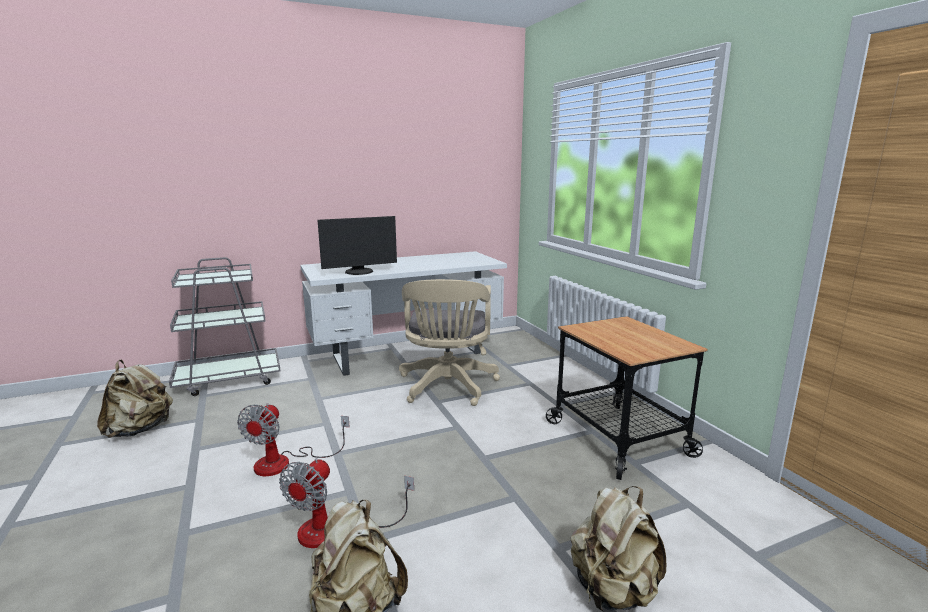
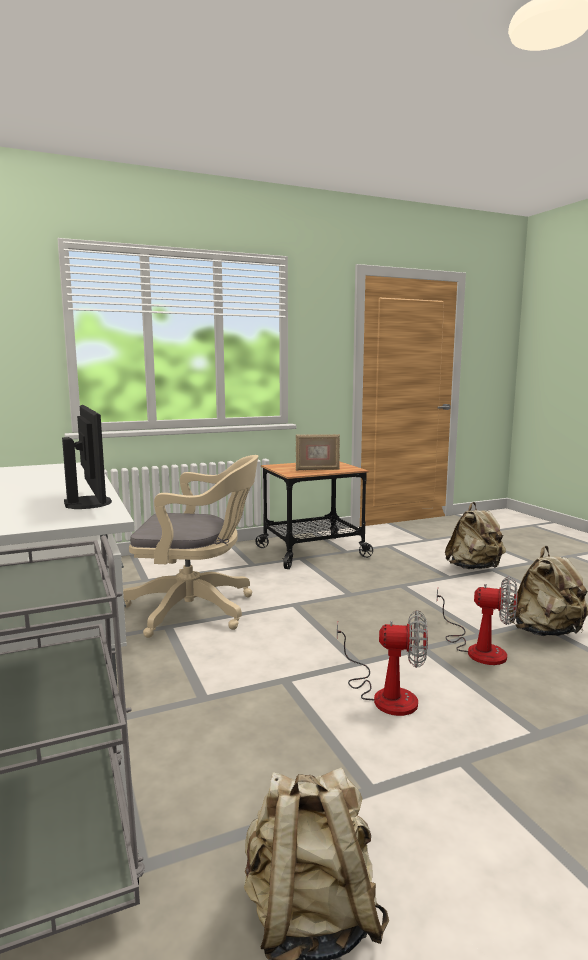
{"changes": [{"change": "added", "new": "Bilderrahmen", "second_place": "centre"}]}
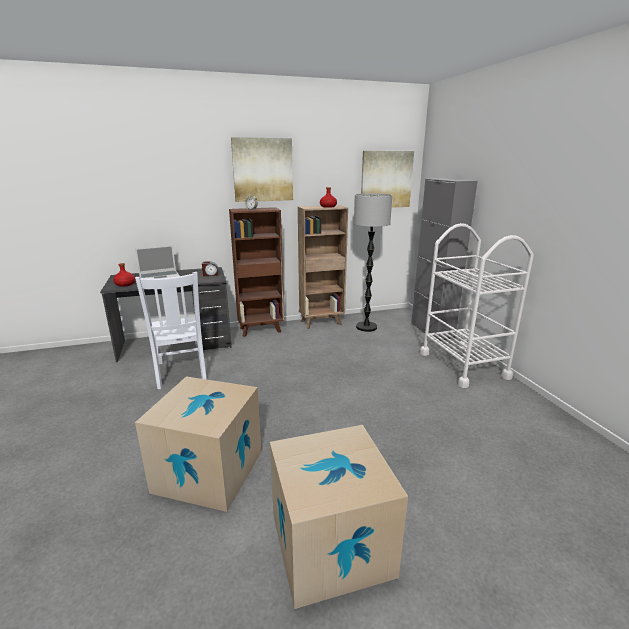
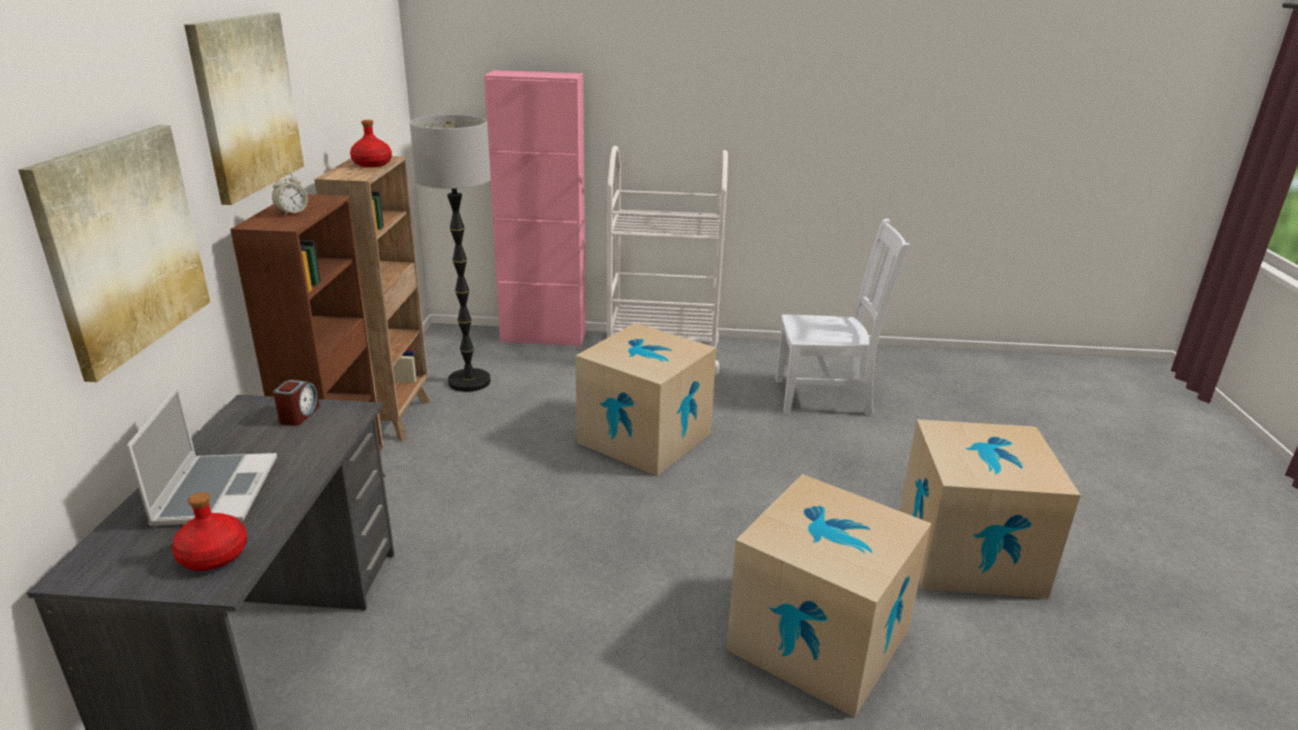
{"changes": [{"change": "moved", "old": "Bild (2nd from left in the first image)", "new": "Bild (1st from left)", "first_place": "top centre", "second_place": "middle left"}, {"change": "recoloured", "old": "Schrank (grau)", "new": "Schrank (rosa)", "first_place": "middle right", "second_place": "top centre"}, {"change": "moved", "old": "Stuhl (weiß)", "first_place": "middle left", "second_place": "centre"}, {"change": "added", "new": "Karton (1st from left)", "second_place": "centre"}]}
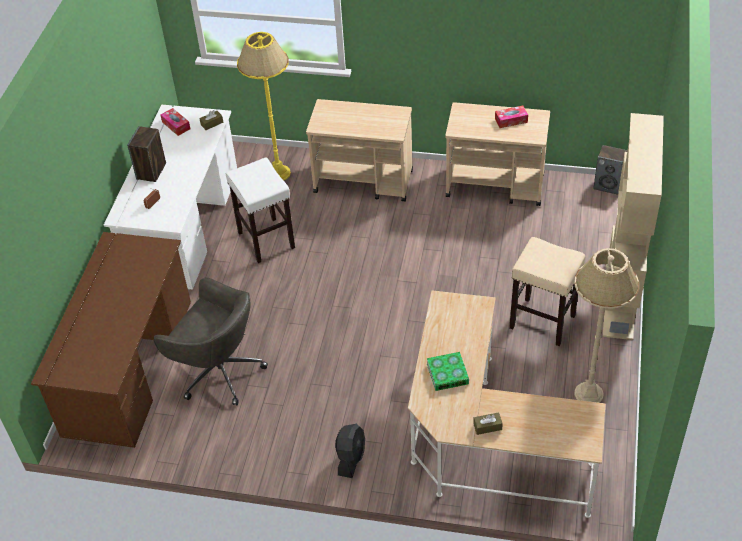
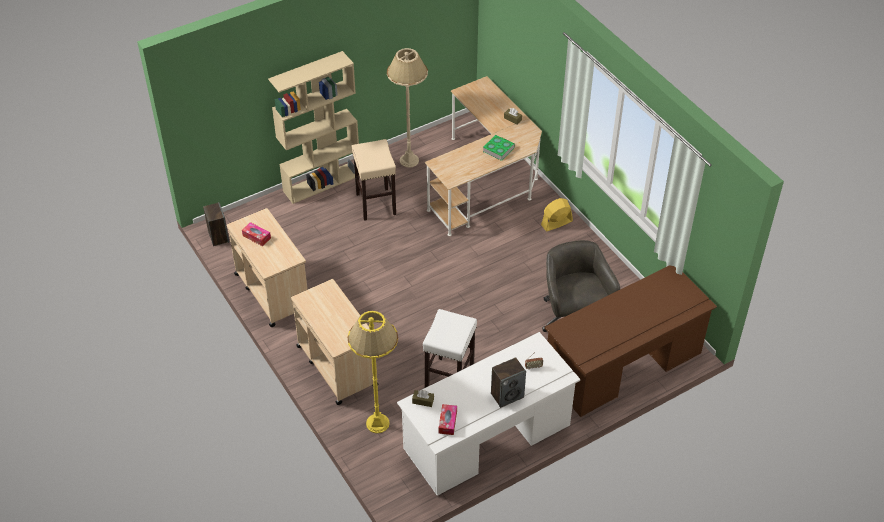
{"changes": [{"change": "recoloured", "old": "Ventilator (schwarz)", "new": "Ventilator (gelb)", "first_place": "bottom centre", "second_place": "centre"}]}
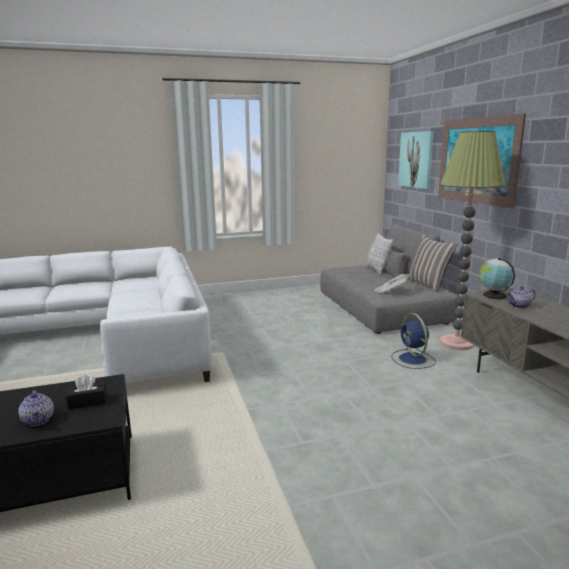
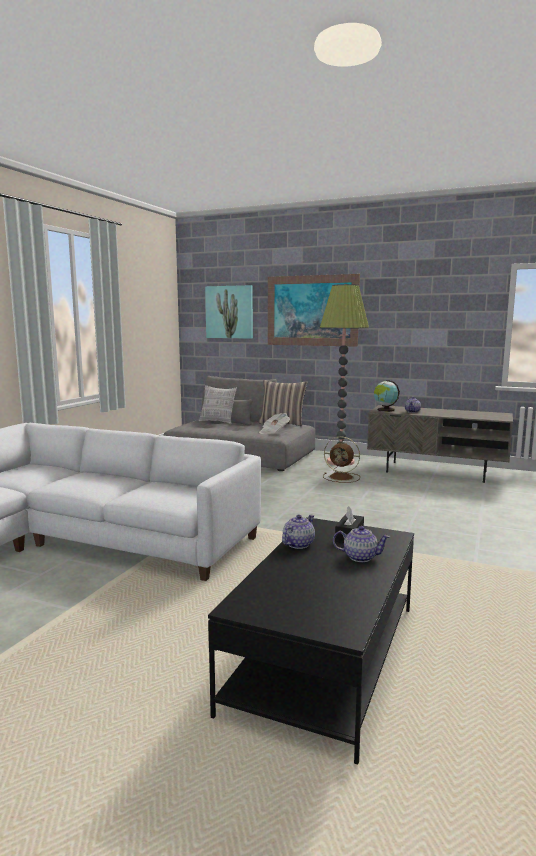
{"changes": [{"change": "recoloured", "old": "Ventilator (blau)", "new": "Ventilator (braun)", "first_place": "middle right", "second_place": "centre"}, {"change": "added", "new": "Teekanne (1st from left)", "second_place": "centre"}]}
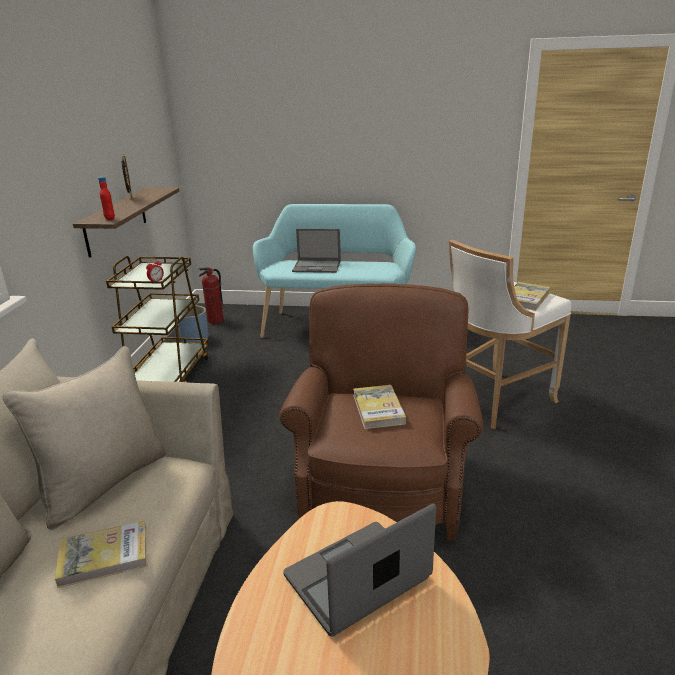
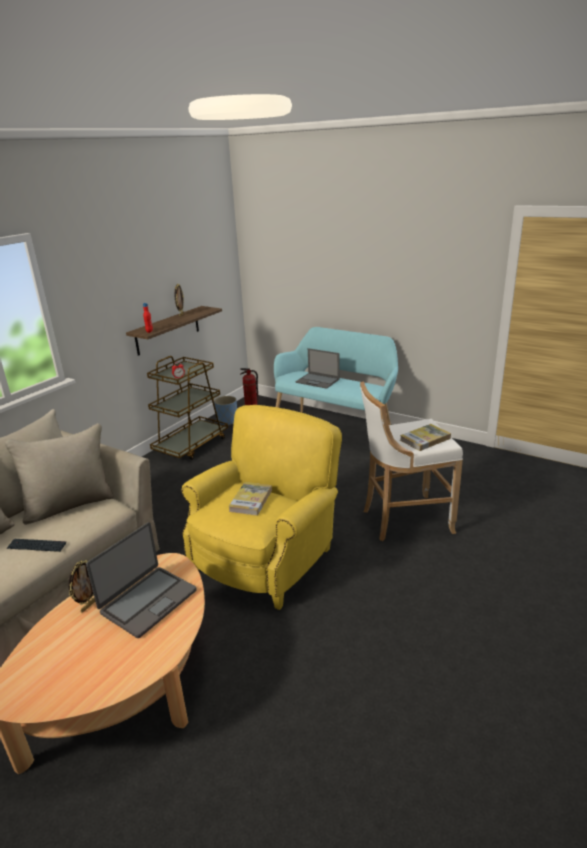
{"changes": [{"change": "recoloured", "old": "Sessel (braun)", "new": "Sessel (gelb)", "first_place": "centre", "second_place": "centre"}, {"change": "turned", "old": "Laptop (2nd from left in the first image)", "first_place": "bottom centre", "second_place": "bottom left", "degrees": 135}, {"change": "replaced", "old": "Buch (1st from left)", "new": "Tastatur", "first_place": "bottom left", "second_place": "middle left"}, {"change": "added", "new": "Bilderrahmen (1st from left)", "second_place": "bottom left"}]}
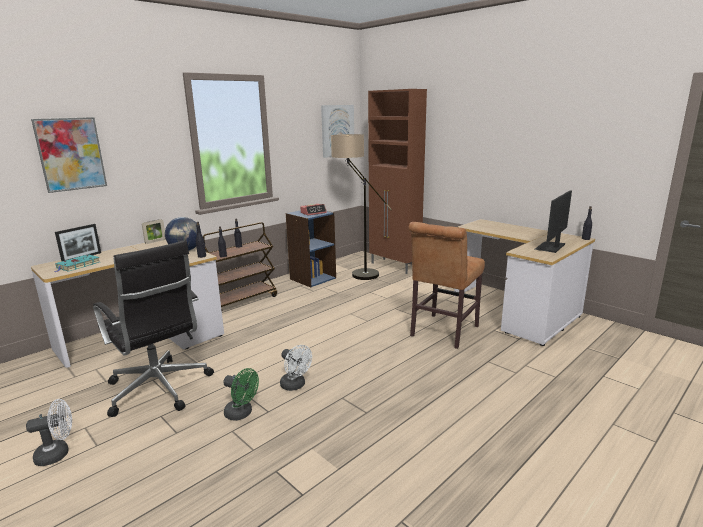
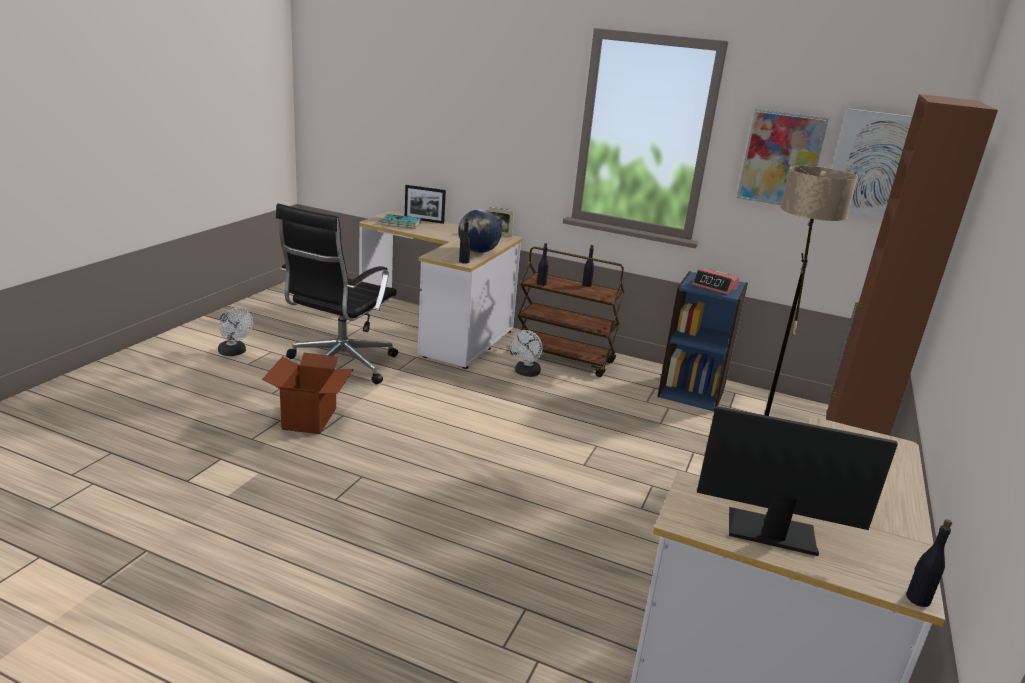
{"changes": [{"change": "moved", "old": "Bild (1st from left)", "first_place": "top left", "second_place": "top right"}, {"change": "removed", "old": "Stuhl (braun)", "first_place": "centre"}, {"change": "moved", "old": "Ventilator (weiß) (2nd from left)", "first_place": "bottom centre", "second_place": "centre"}, {"change": "replaced", "old": "Ventilator (grün)", "new": "Karton", "first_place": "bottom centre", "second_place": "middle left"}]}
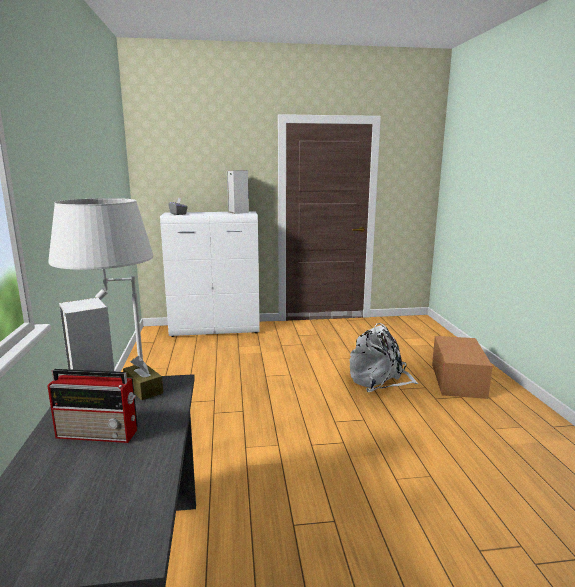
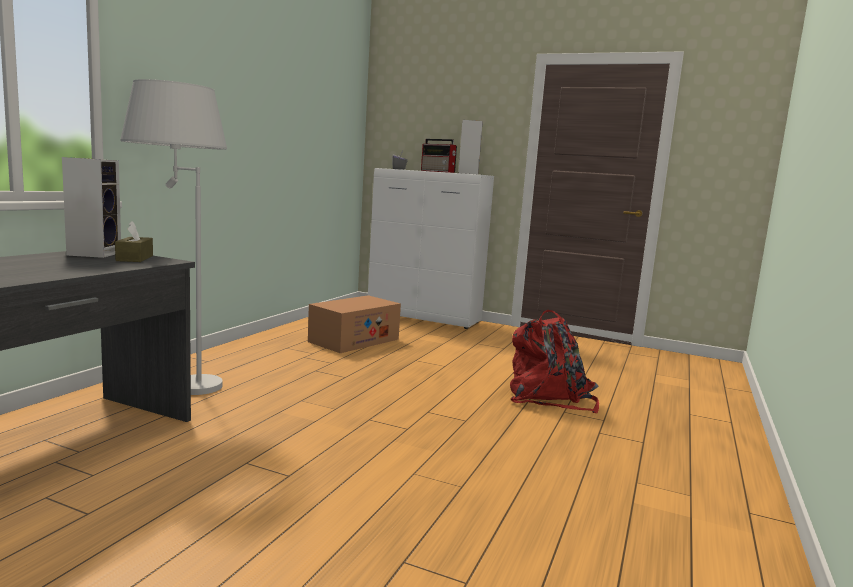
{"changes": [{"change": "recoloured", "old": "Rucksack (weiß)", "new": "Rucksack (rot)", "first_place": "middle right", "second_place": "centre"}, {"change": "moved", "old": "Karton", "first_place": "middle right", "second_place": "centre"}, {"change": "moved", "old": "Radio", "first_place": "bottom left", "second_place": "top centre"}]}
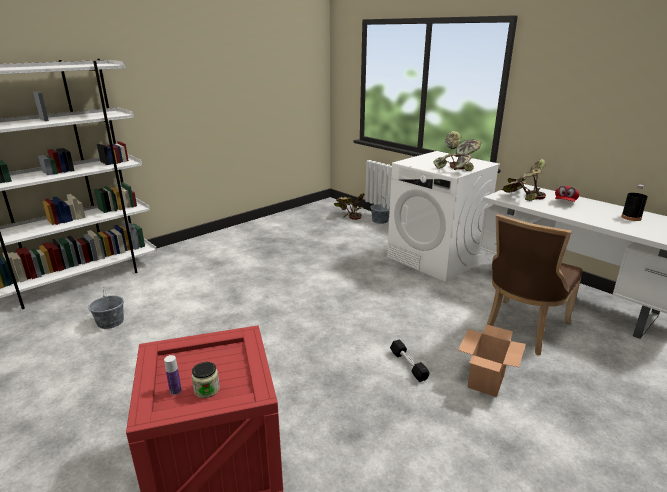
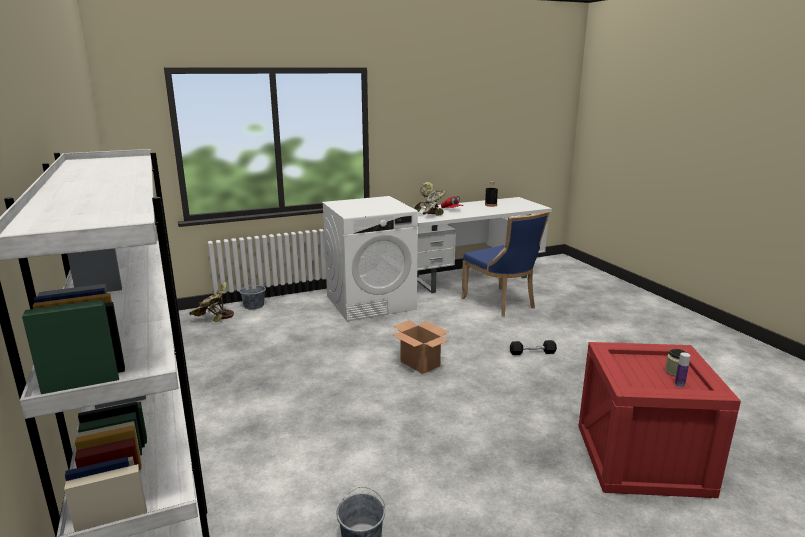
{"changes": [{"change": "removed", "old": "Topfpflanze (2nd from left)", "first_place": "top right"}, {"change": "recoloured", "old": "Stuhl (braun)", "new": "Stuhl (blau)", "first_place": "middle right", "second_place": "centre"}, {"change": "moved", "old": "Karton", "first_place": "bottom right", "second_place": "centre"}]}
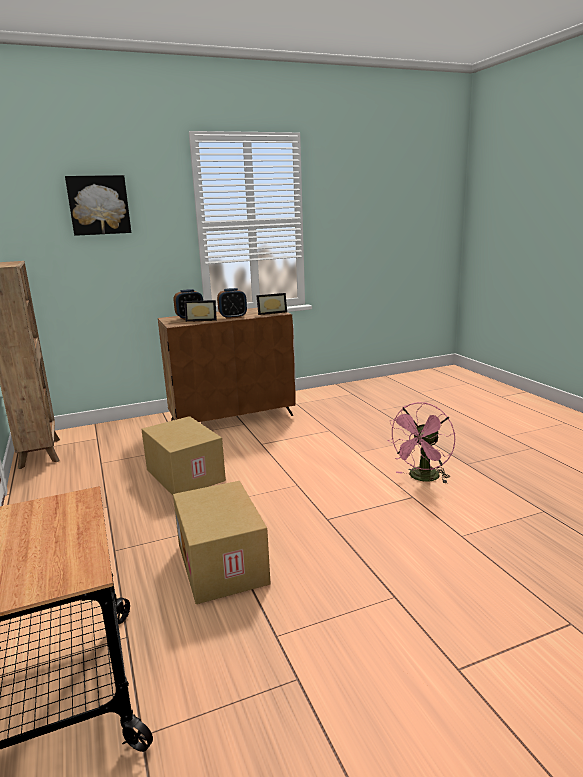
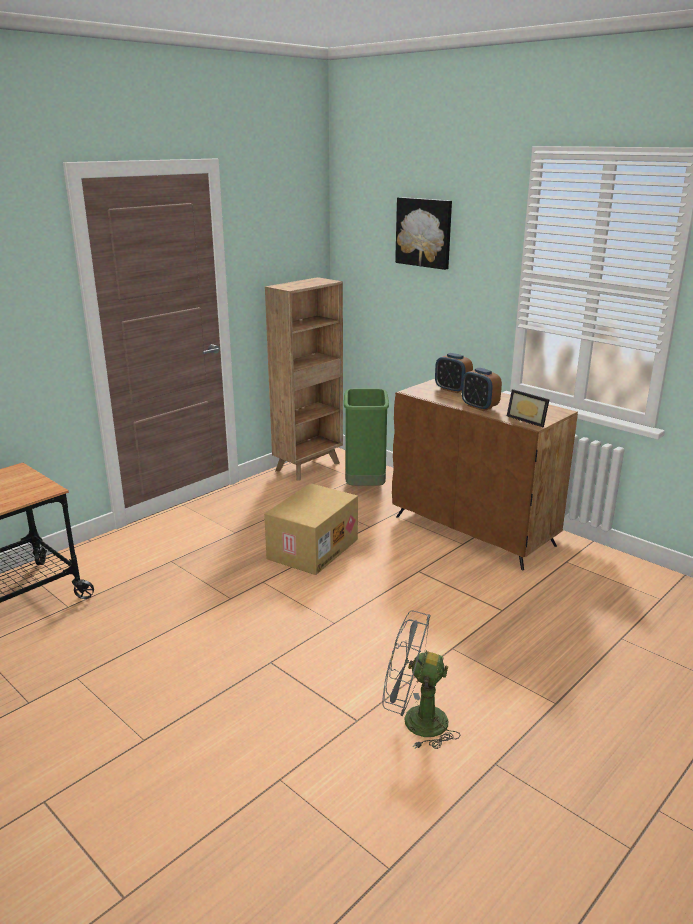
{"changes": [{"change": "removed", "old": "Bilderrahmen (1st from left)", "first_place": "centre"}, {"change": "recoloured", "old": "Ventilator (rosa)", "new": "Ventilator (grau)", "first_place": "middle right", "second_place": "bottom centre"}, {"change": "removed", "old": "Karton (2nd from left)", "first_place": "bottom centre"}, {"change": "added", "new": "Mülleimer (grün)", "second_place": "centre"}]}
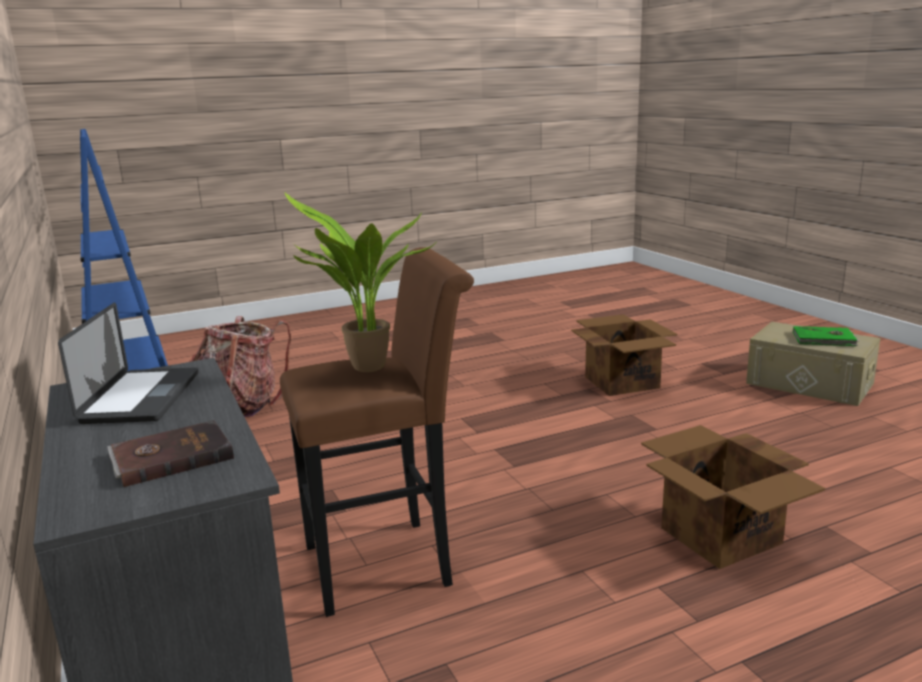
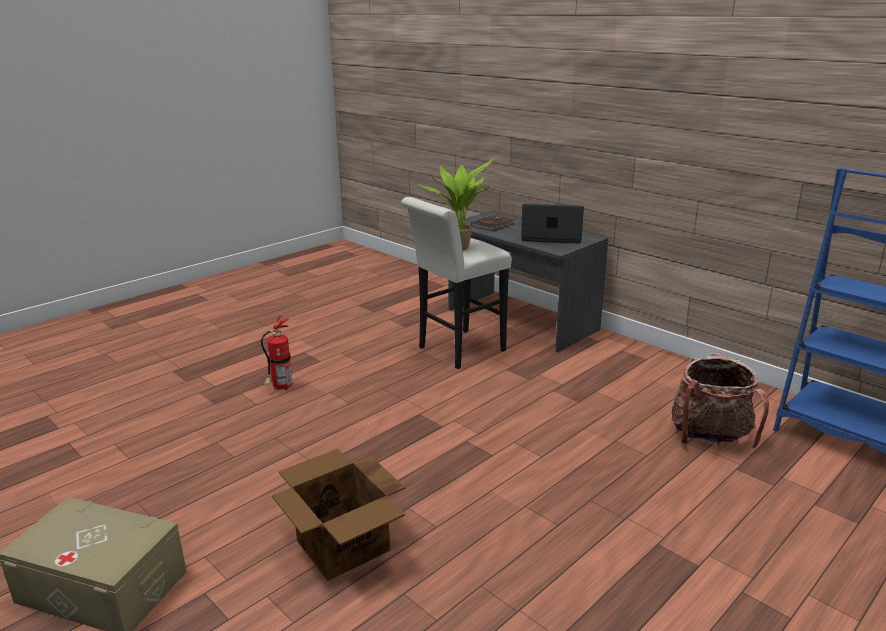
{"changes": [{"change": "recoloured", "old": "Hocker (braun)", "new": "Hocker (weiß)", "first_place": "centre", "second_place": "centre"}, {"change": "turned", "old": "Laptop", "first_place": "middle left", "second_place": "centre", "degrees": 120}, {"change": "removed", "old": "Buch (grün)", "first_place": "middle right"}, {"change": "replaced", "old": "Karton (2nd from left)", "new": "Feuerlöscher", "first_place": "bottom right", "second_place": "middle left"}]}
